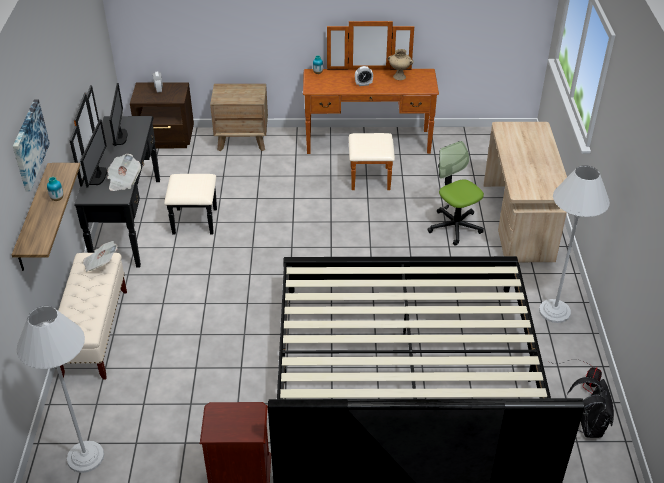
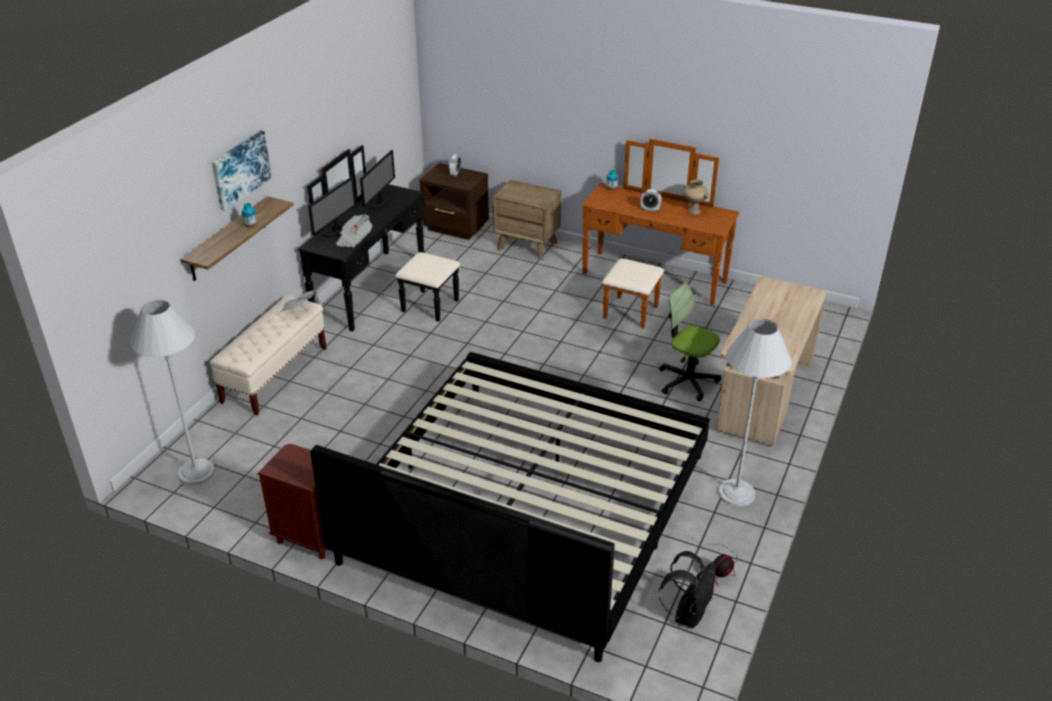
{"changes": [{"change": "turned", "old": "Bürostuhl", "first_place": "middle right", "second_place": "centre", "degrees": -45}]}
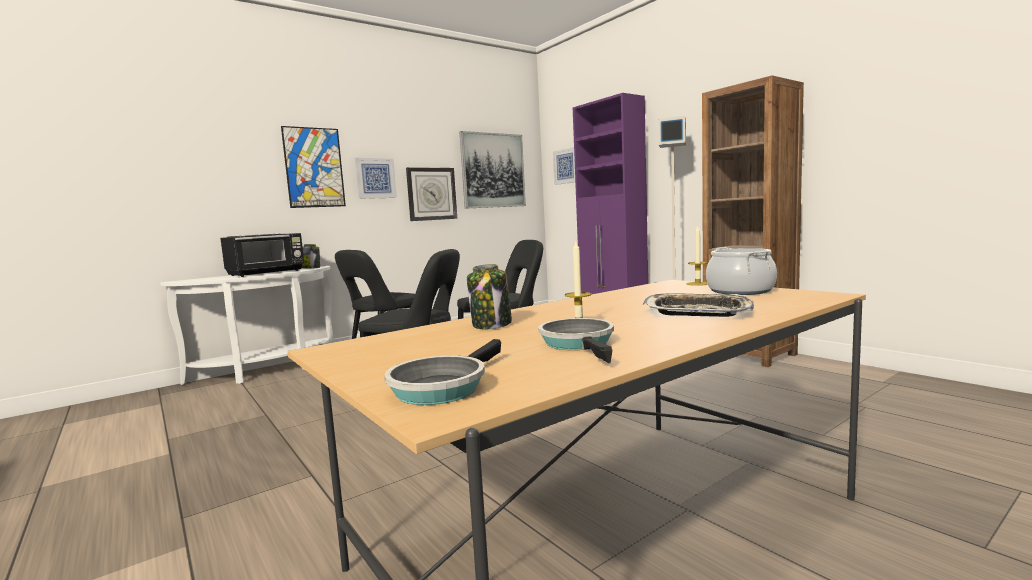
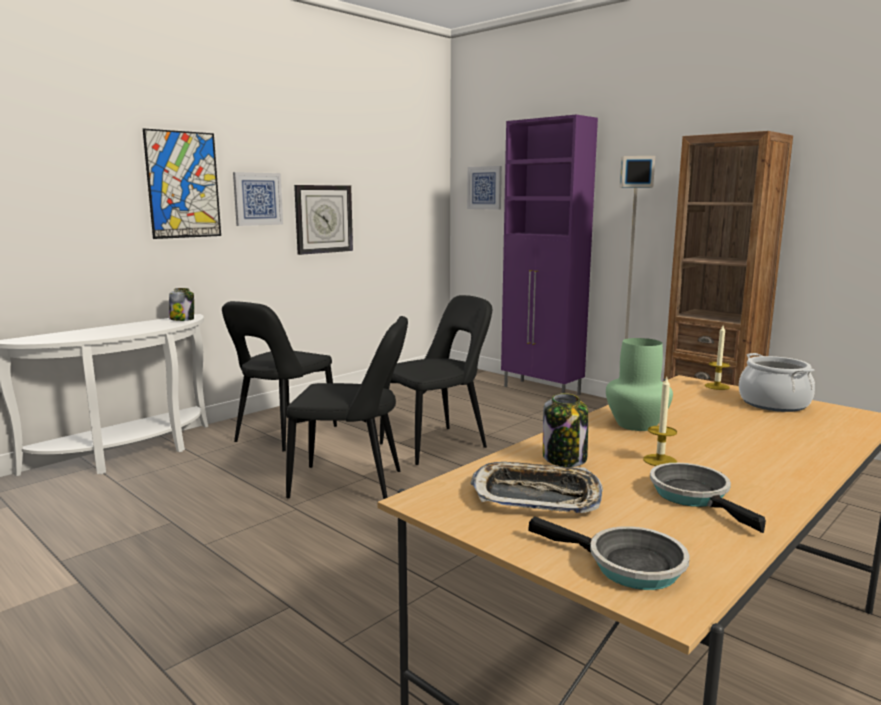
{"changes": [{"change": "removed", "old": "Bild (3rd from left)", "first_place": "top centre"}, {"change": "removed", "old": "Mikrowelle (schwarz)", "first_place": "middle left"}, {"change": "moved", "old": "Tablett", "first_place": "middle right", "second_place": "bottom centre"}, {"change": "turned", "old": "Pfanne (1st from left)", "first_place": "centre", "second_place": "bottom right", "degrees": -75}, {"change": "added", "new": "Vase (grün)", "second_place": "middle right"}]}
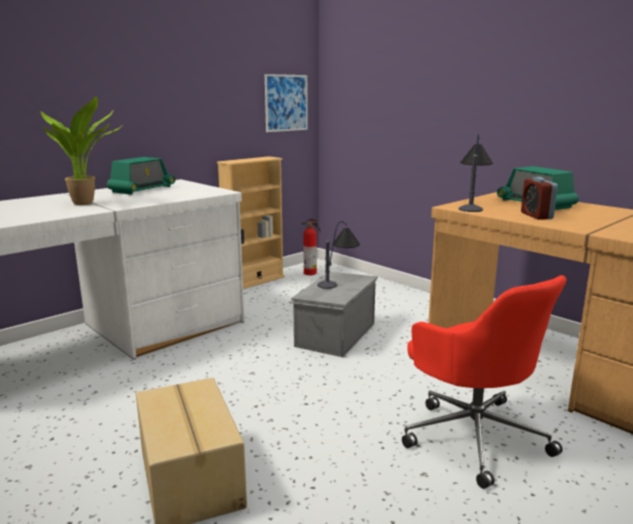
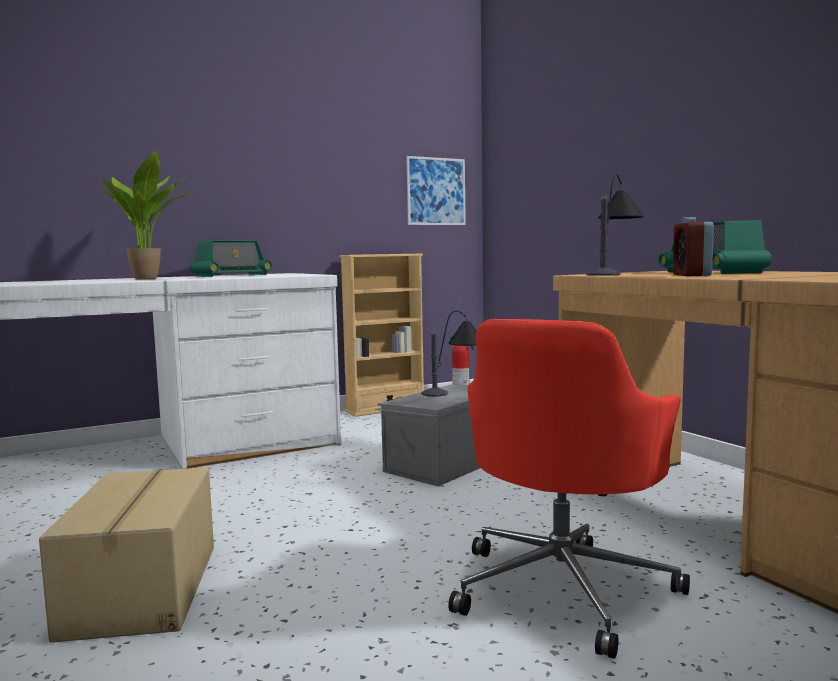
{"changes": [{"change": "turned", "old": "Bürostuhl (rot)", "first_place": "bottom right", "second_place": "bottom right", "degrees": 45}]}
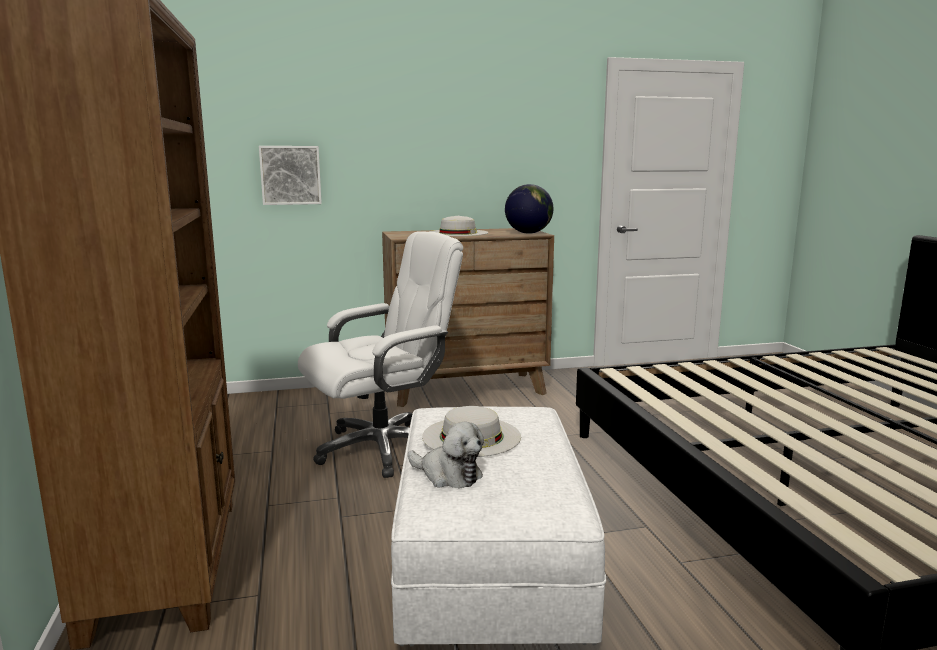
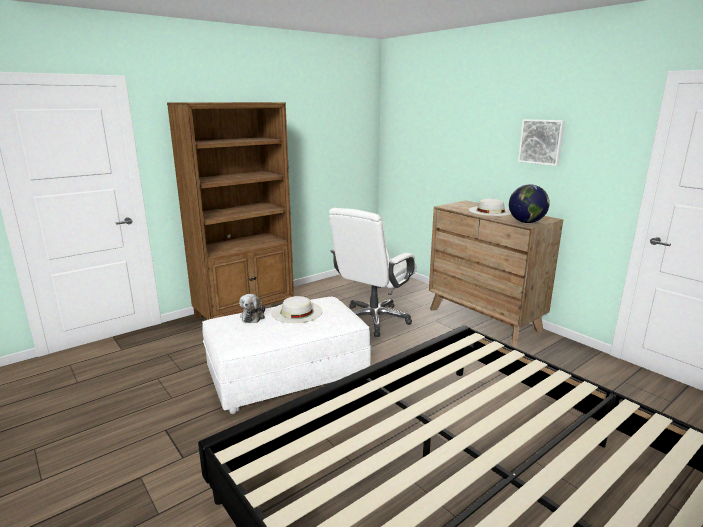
{"changes": [{"change": "moved", "old": "Bild", "first_place": "top left", "second_place": "top right"}, {"change": "turned", "old": "Bürostuhl (weiß)", "first_place": "centre", "second_place": "centre", "degrees": 90}]}
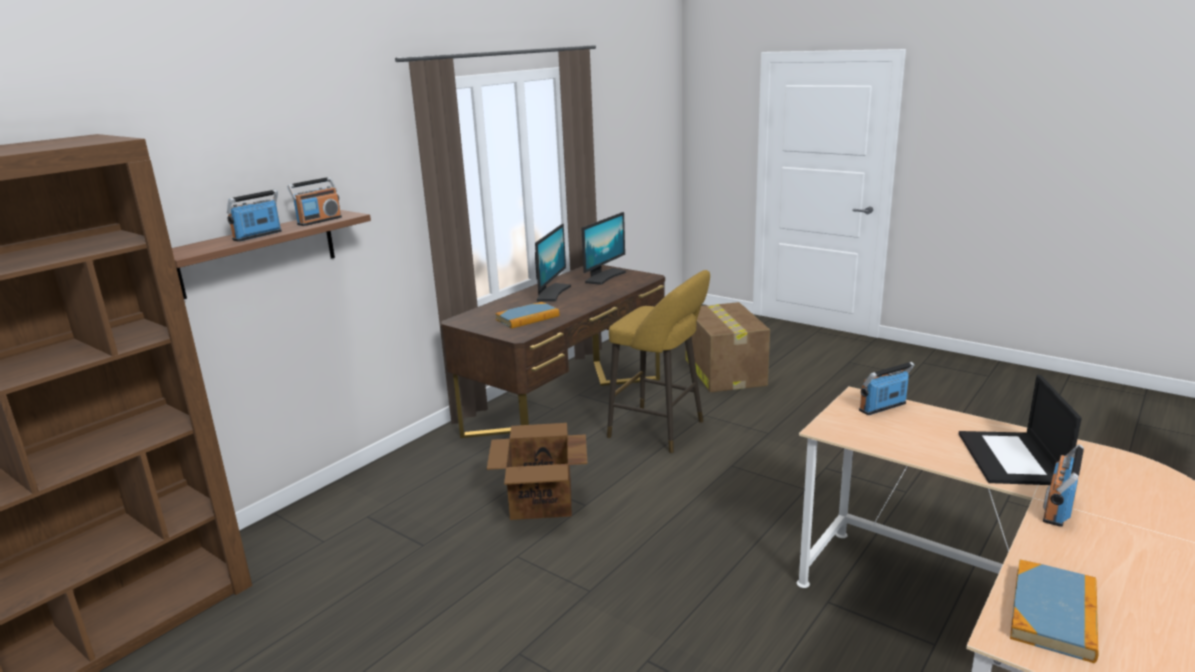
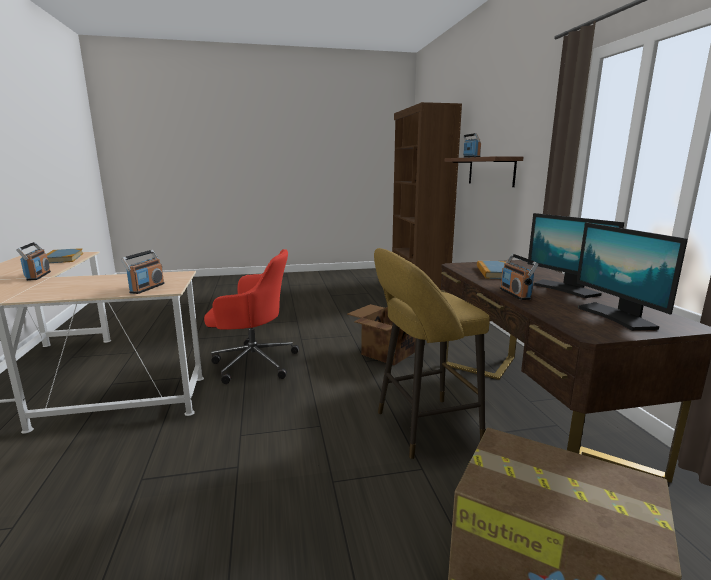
{"changes": [{"change": "moved", "old": "Radio (2nd from left in the first image)", "new": "Radio (4th from left)", "first_place": "top left", "second_place": "middle right"}, {"change": "removed", "old": "Laptop", "first_place": "middle right"}, {"change": "added", "new": "Bürostuhl (rot)", "second_place": "centre"}]}
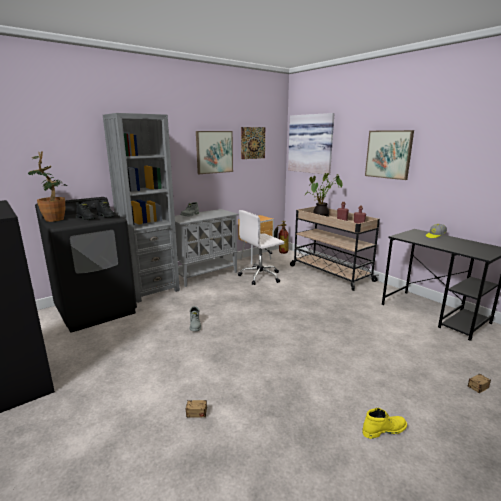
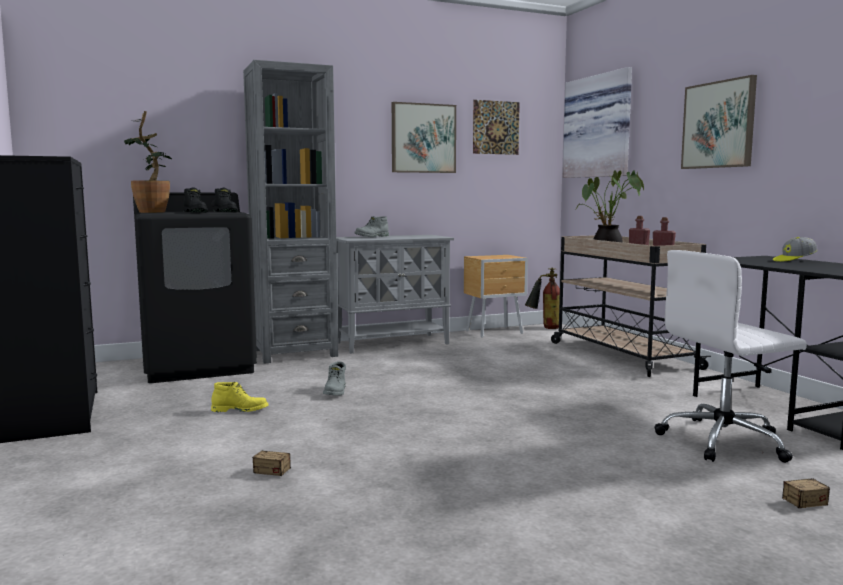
{"changes": [{"change": "moved", "old": "Bürostuhl (weiß)", "first_place": "centre", "second_place": "middle right"}, {"change": "moved", "old": "Stiefel (gelb)", "first_place": "bottom right", "second_place": "bottom left"}]}
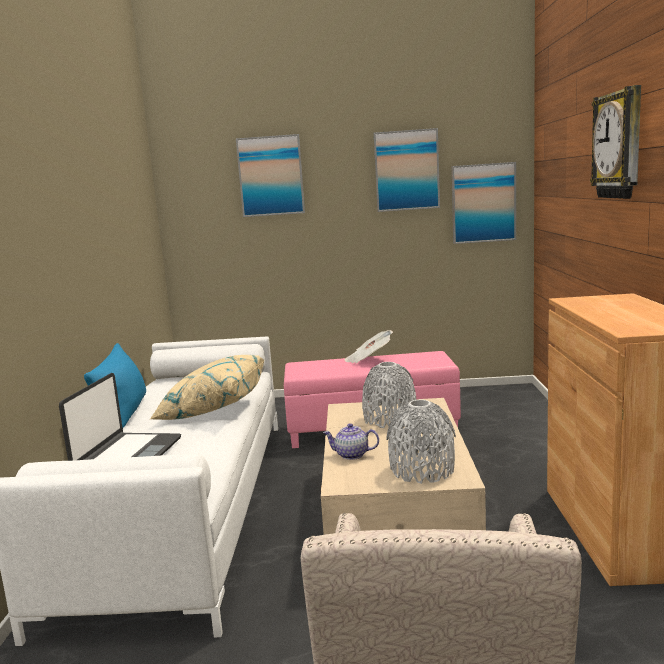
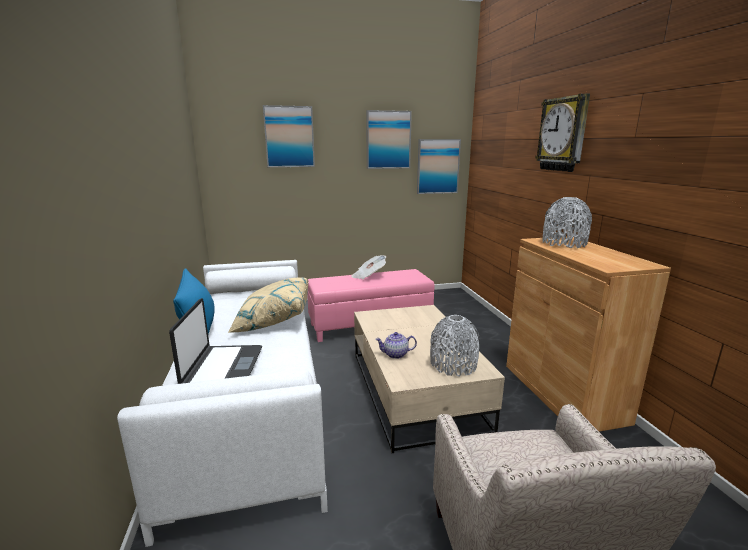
{"changes": [{"change": "moved", "old": "Vase (grau) (1st from left in the first image)", "new": "Vase (grau) (2nd from left)", "first_place": "centre", "second_place": "middle right"}]}
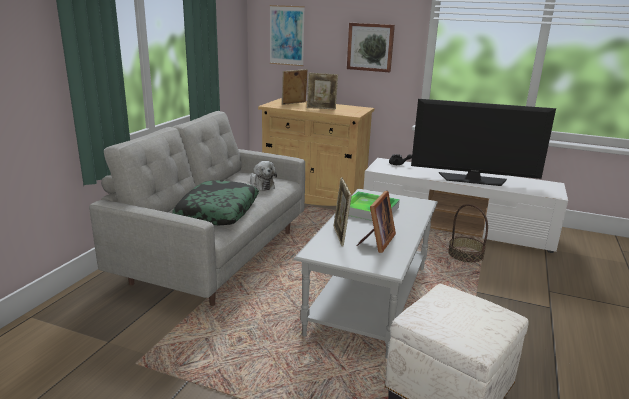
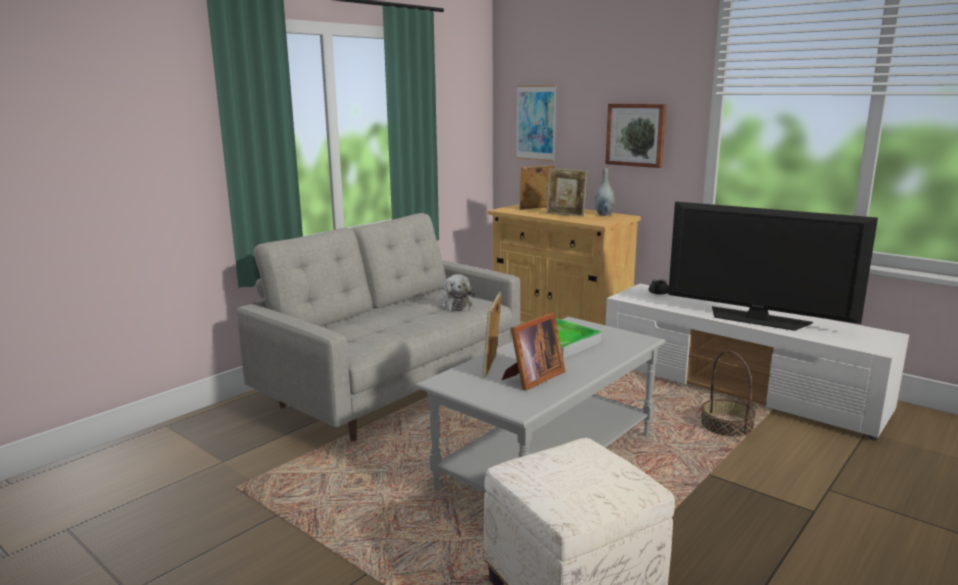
{"changes": [{"change": "removed", "old": "Kissen", "first_place": "centre"}, {"change": "added", "new": "Vase (grau)", "second_place": "top centre"}]}
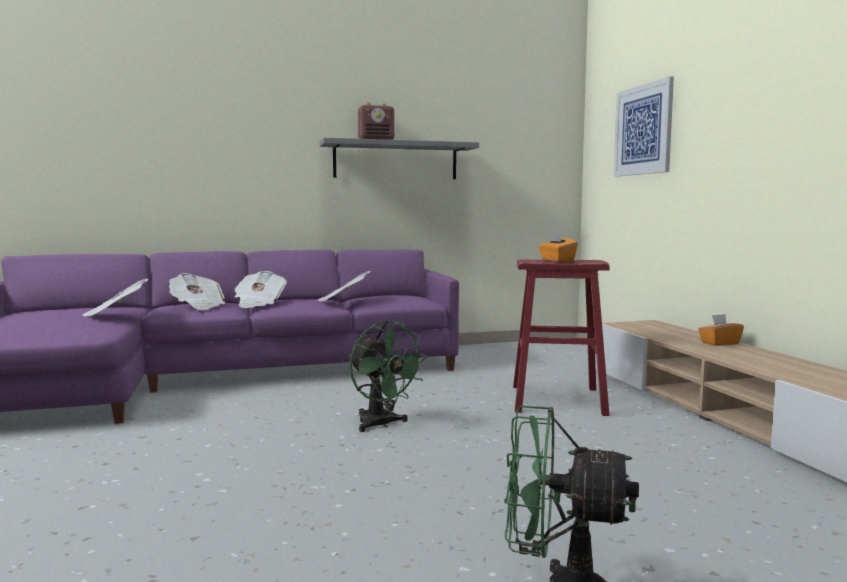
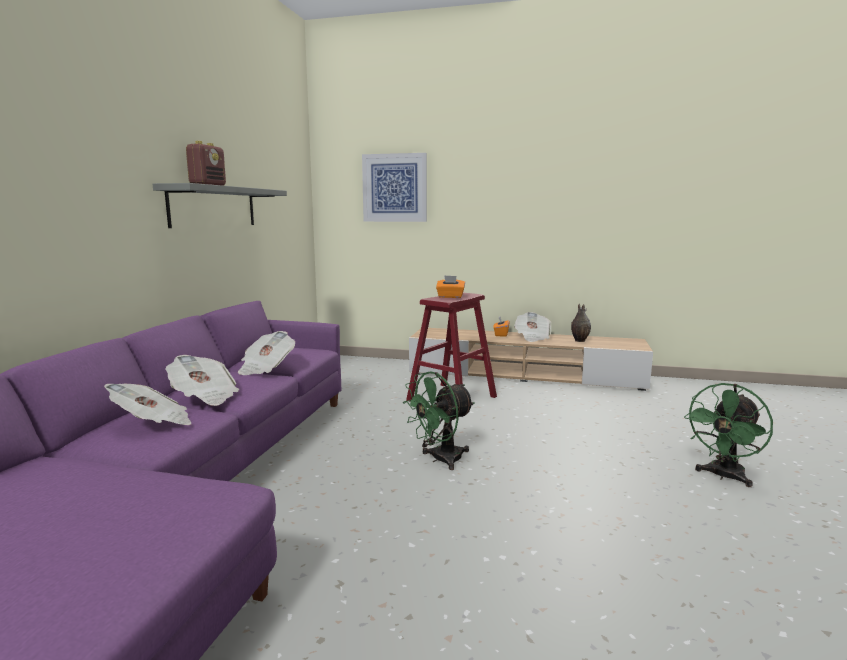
{"changes": [{"change": "moved", "old": "Zeitung (1st from left in the first image)", "new": "Zeitung (4th from left)", "first_place": "middle left", "second_place": "centre"}, {"change": "turned", "old": "Ventilator (grün) (1st from left)", "first_place": "centre", "second_place": "centre", "degrees": 150}, {"change": "added", "new": "Vase", "second_place": "middle right"}]}
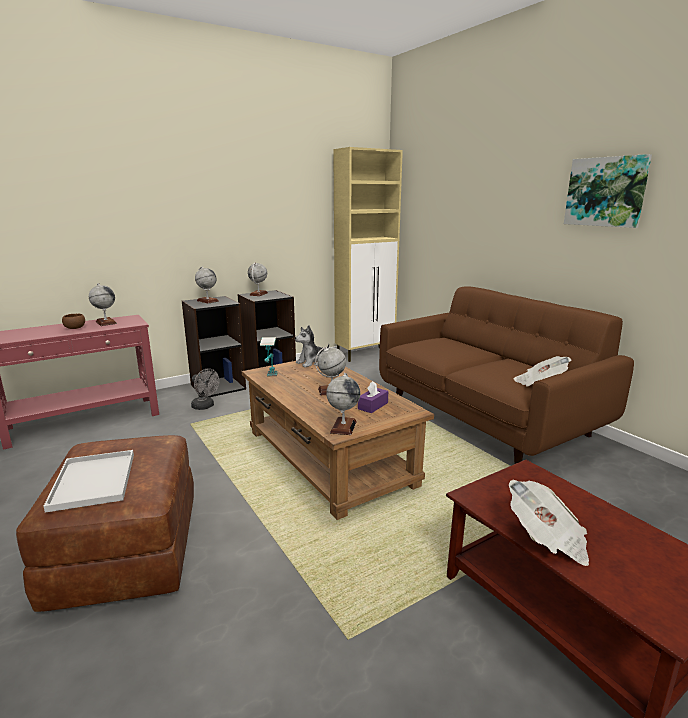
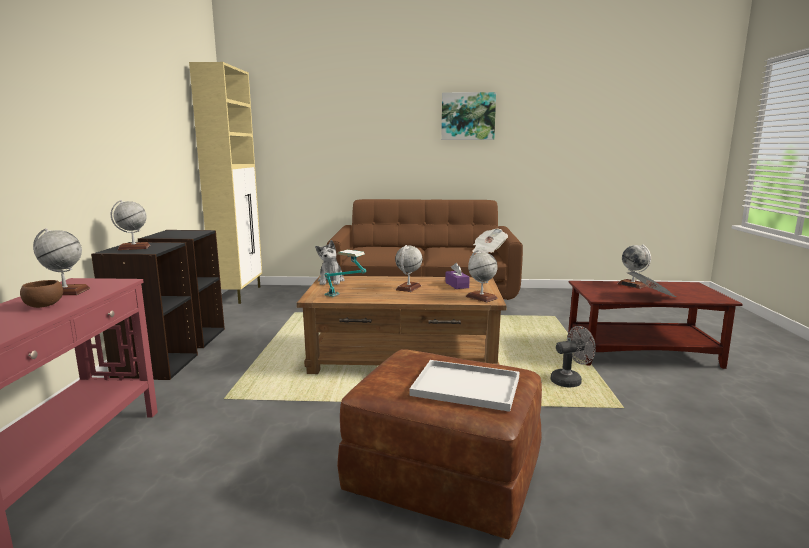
{"changes": [{"change": "moved", "old": "Globus (3rd from left in the first image)", "new": "Globus (5th from left)", "first_place": "centre", "second_place": "middle right"}, {"change": "moved", "old": "Ventilator (grau)", "first_place": "middle left", "second_place": "middle right"}]}
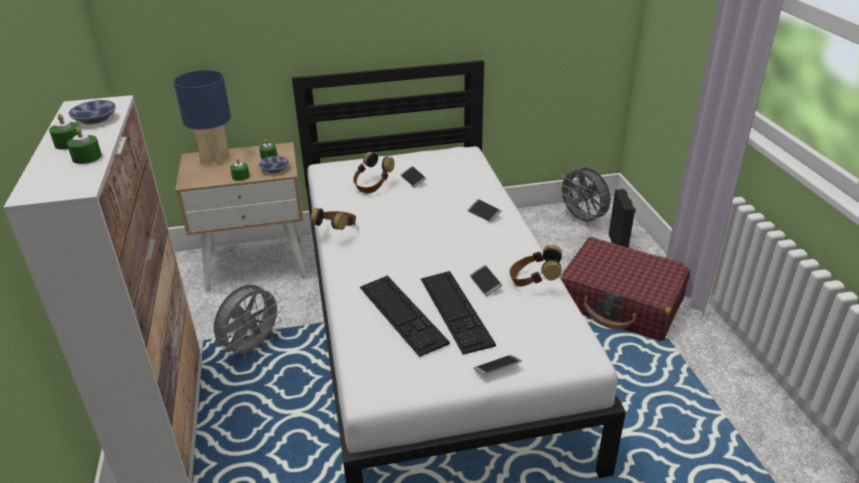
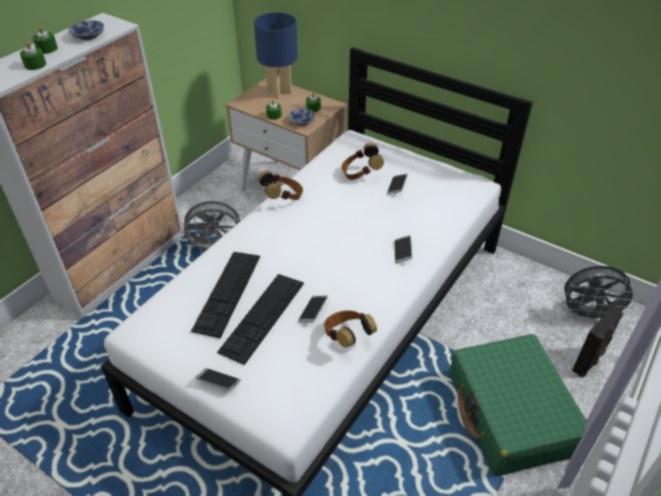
{"changes": [{"change": "turned", "old": "Ventilator (grau) (2nd from left)", "first_place": "middle right", "second_place": "middle right", "degrees": -90}, {"change": "recoloured", "old": "Koffer (rot)", "new": "Koffer (grün)", "first_place": "middle right", "second_place": "bottom right"}]}
